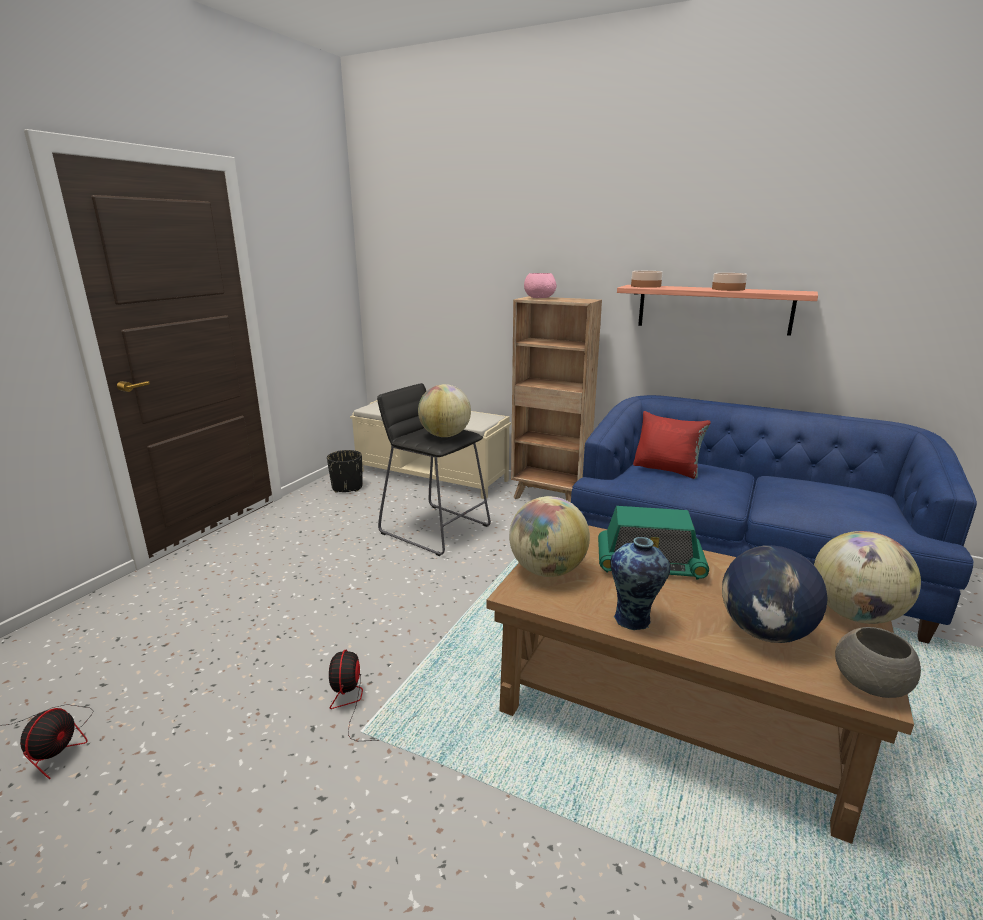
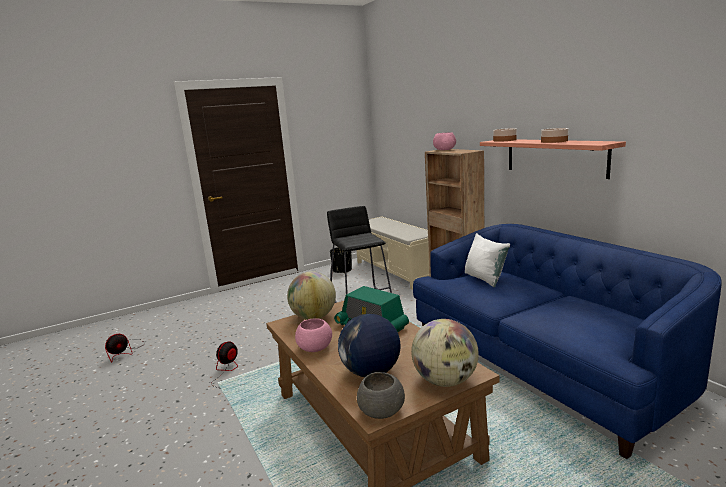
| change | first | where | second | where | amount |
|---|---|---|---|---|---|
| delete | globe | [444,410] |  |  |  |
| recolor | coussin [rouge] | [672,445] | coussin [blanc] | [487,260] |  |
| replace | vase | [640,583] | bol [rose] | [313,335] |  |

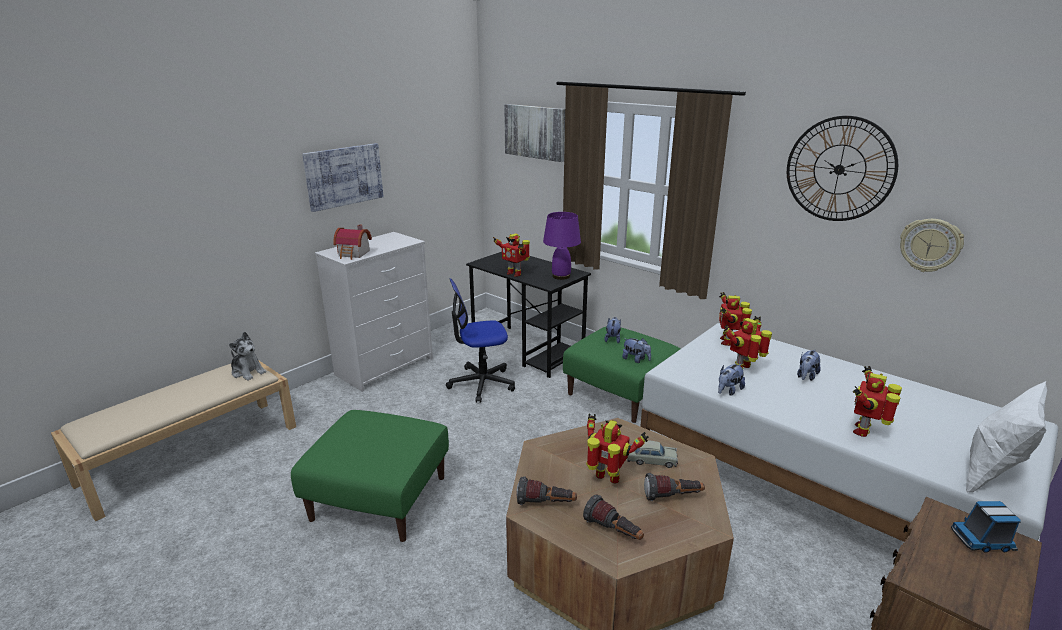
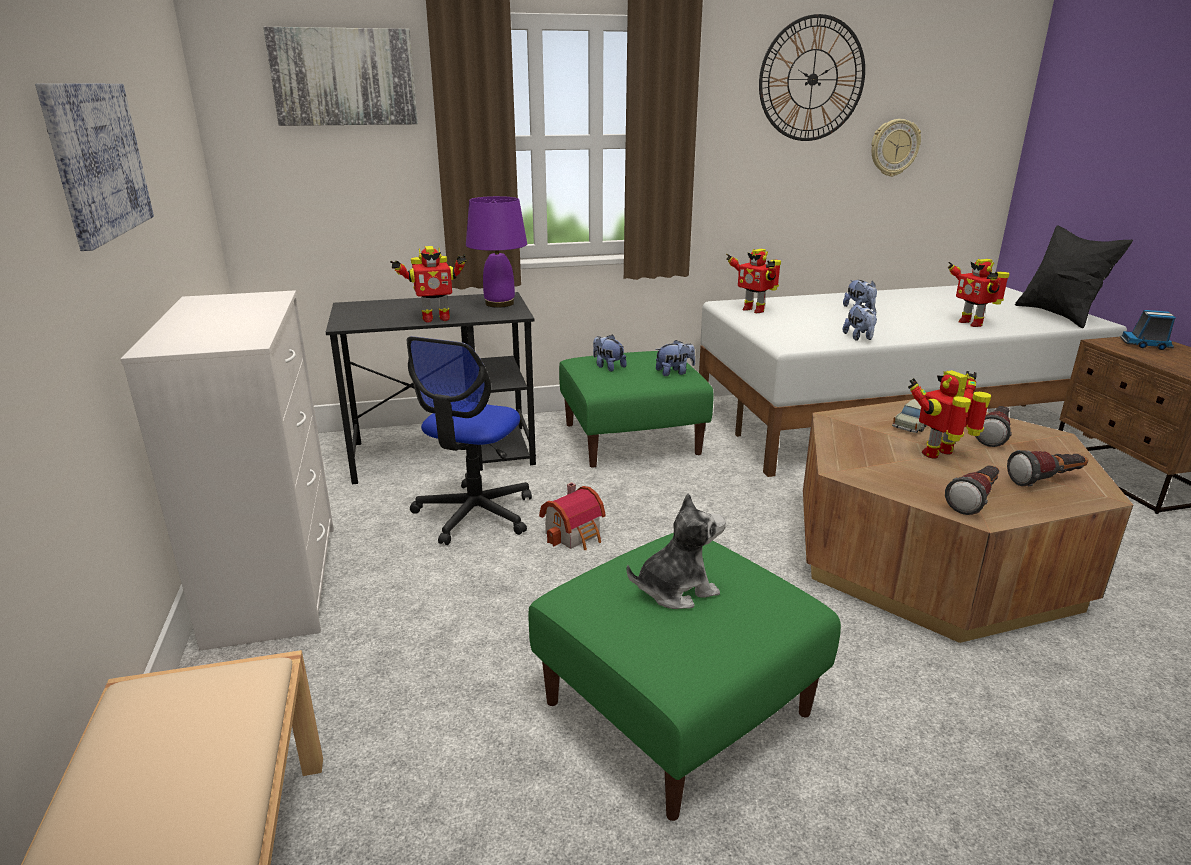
| change | first | where | second | where | amount |
|---|---|---|---|---|---|
| move | maison miniature | [352,242] |  | [572,516] |  |
| delete | robot jouet | [748,342] |  |  |  |
| move | peluche | [247,356] |  | [676,551] |  |
| recolor | coussin [blanc] | [1006,437] | coussin [noir] | [1074,276] |  |
| rotate | camion jouet | [986,527] |  | [1148,330] | 75 degrees clockwise |

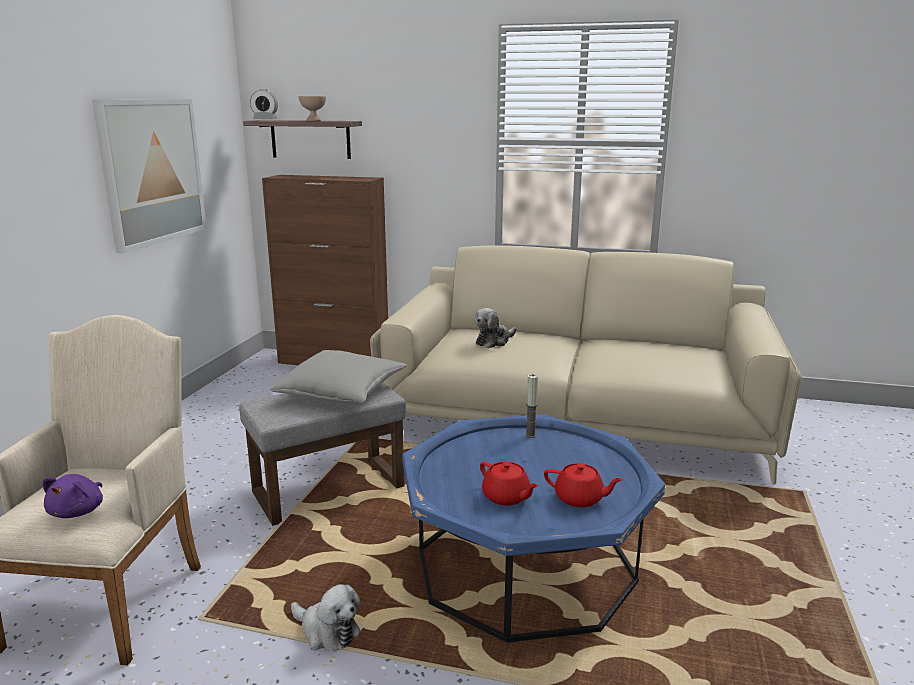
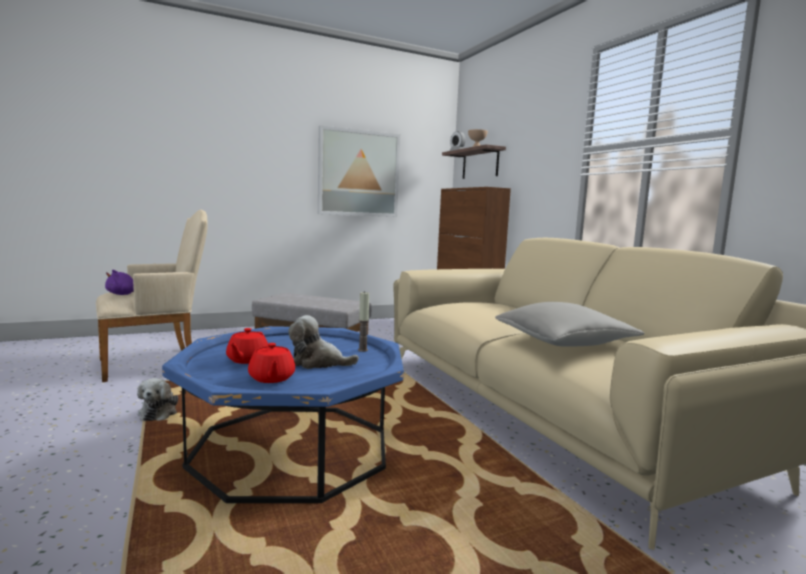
| change | first | where | second | where | amount |
|---|---|---|---|---|---|
| move | peluche | [495,328] |  | [323,342] |  |
| move | coussin [gris] | [338,376] |  | [569,324] |  |

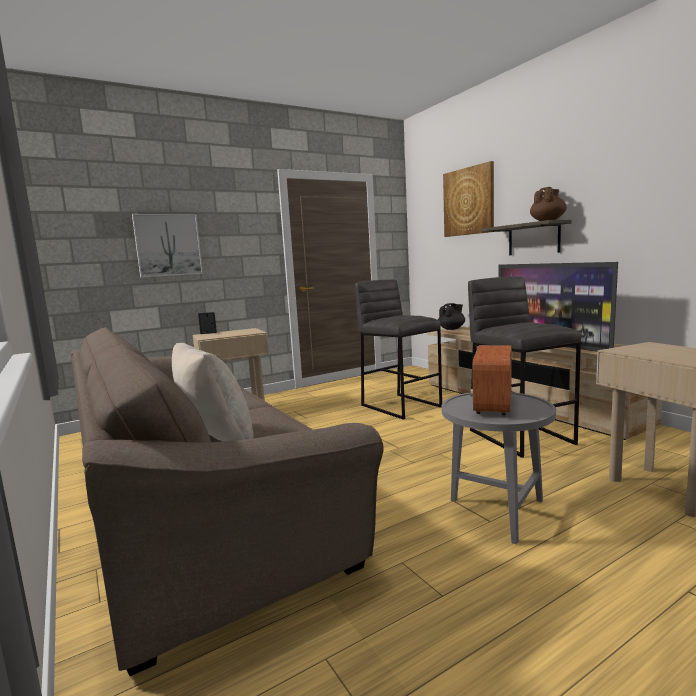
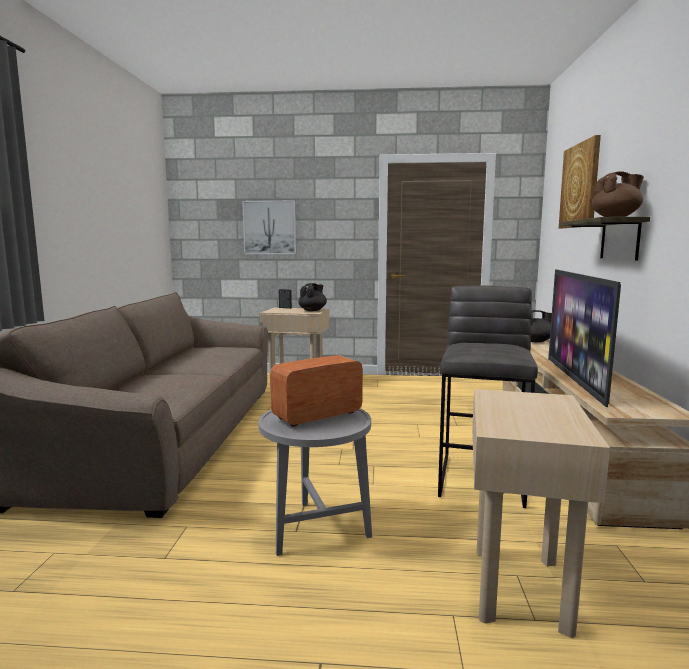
| change | first | where | second | where | amount |
|---|---|---|---|---|---|
| delete | tabouret [gris] | [398,349] |  |  |  |
| delete | coussin [beige] | [213,392] |  |  |  |
| insert |  |  | théière [noir] | [312,297] |  |

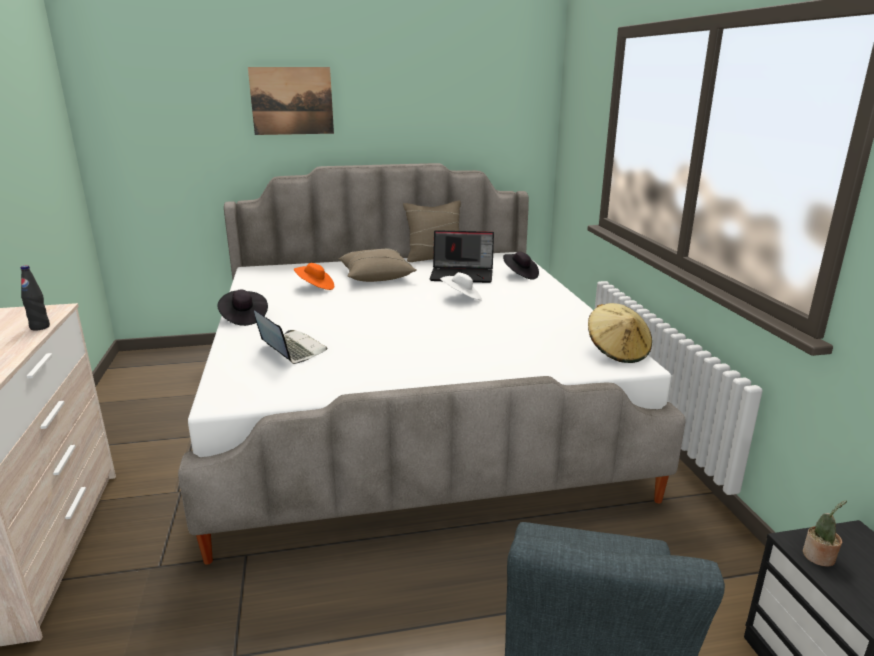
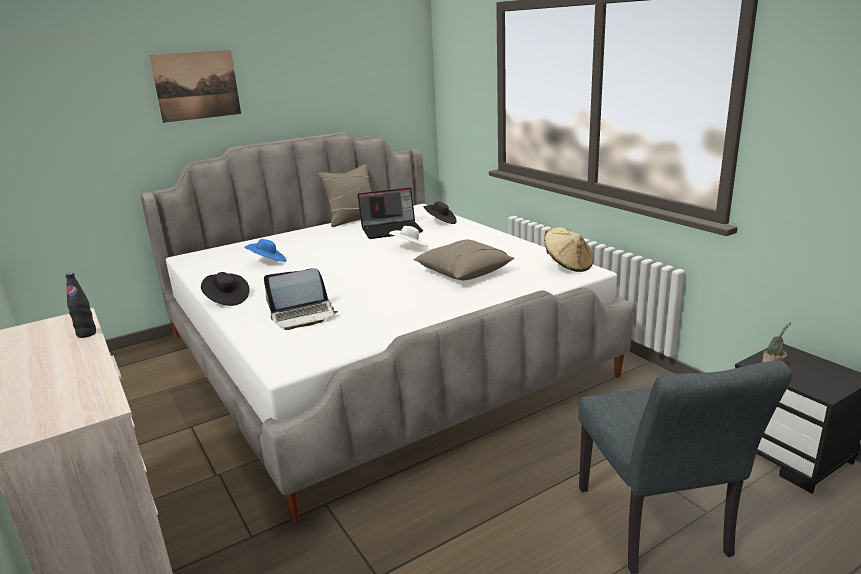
| change | first | where | second | where | amount |
|---|---|---|---|---|---|
| move | coussin [beige] | [378,265] |  | [463,260] |  |
| recolor | chapeau [orange] | [314,276] | chapeau [bleu] | [265,250] |  |
| rotate | ordinateur portable | [291,337] |  | [301,299] | 135 degrees clockwise |

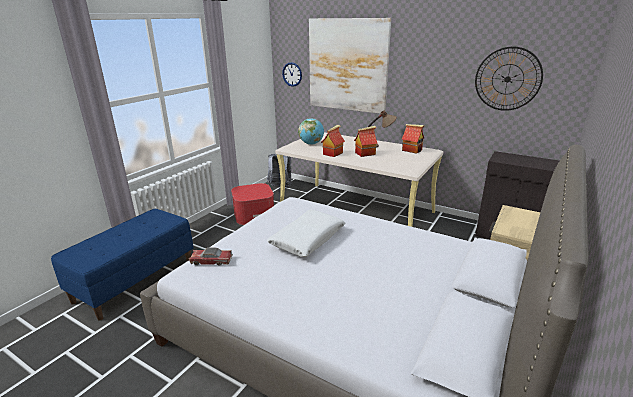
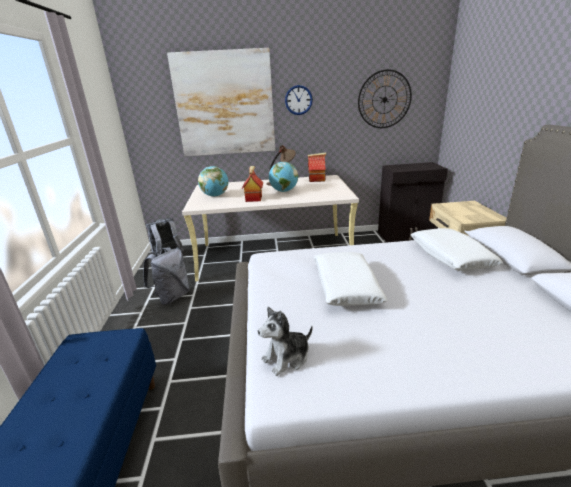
| change | first | where | second | where | amount |
|---|---|---|---|---|---|
| move | horloge murale | [292,74] |  | [299,100] |  |
| replace | maison miniature | [366,141] | globe | [283,177] |  |
| replace | pouf | [252,204] | sac à dos [gris] | [166,276] |  |
| replace | petite voiture | [210,256] | peluche | [285,341] |  |
| insert |  |  | coussin [blanc] | [457,249] |  |

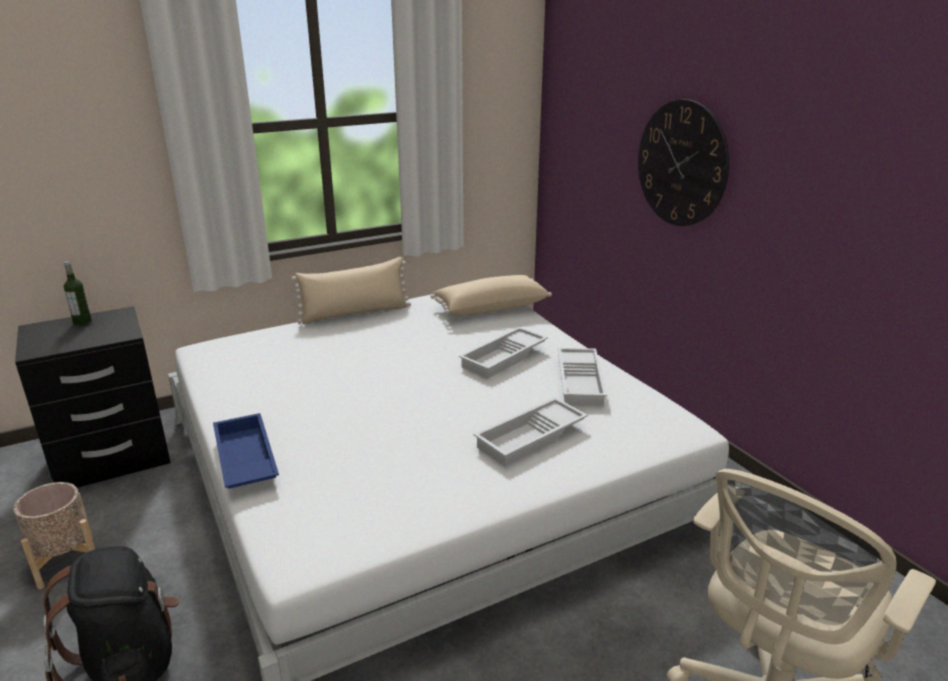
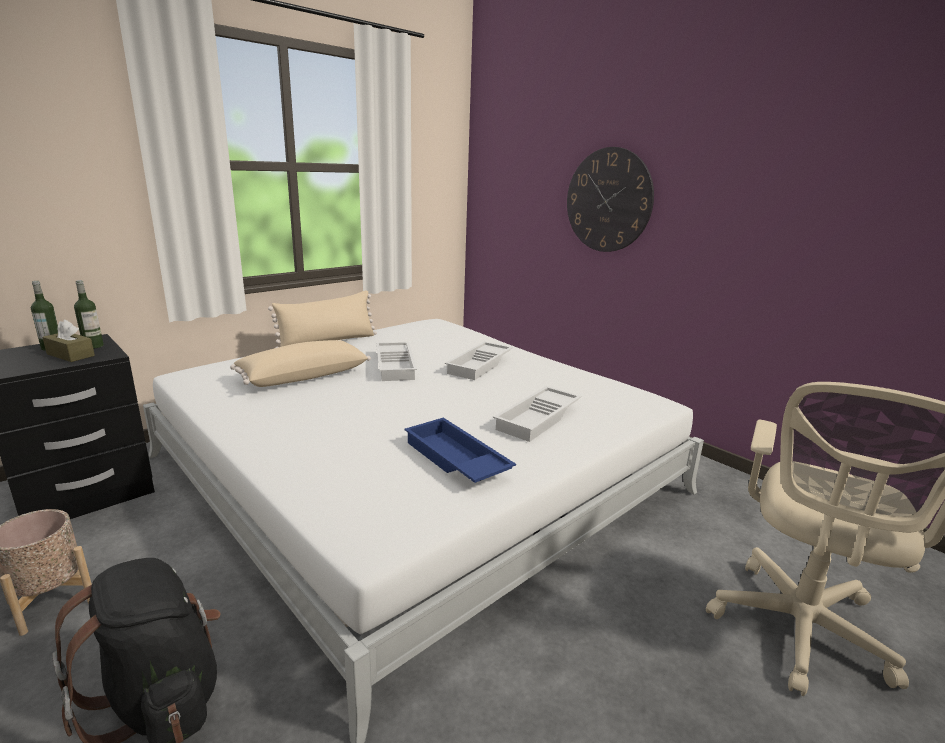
| change | first | where | second | where | amount |
|---|---|---|---|---|---|
| move | coussin [beige] | [491,295] |  | [300,363] |  |
| move | plateau [blanc] | [582,377] |  | [396,361] |  |
| move | plateau [bleu] | [246,451] |  | [460,450] |  |
| insert |  |  | bouteille | [89,314] |  |
| insert |  |  | boîte à mouchoirs [marron] | [68,341] |  |

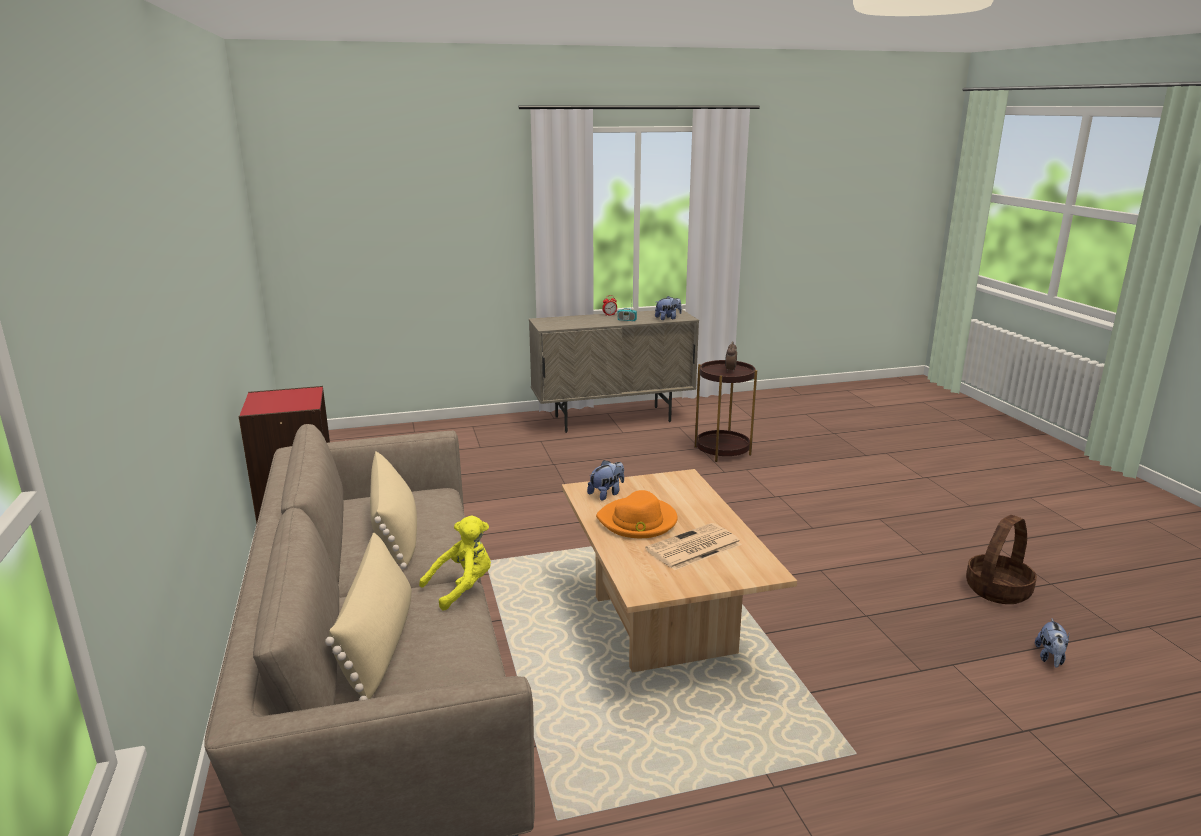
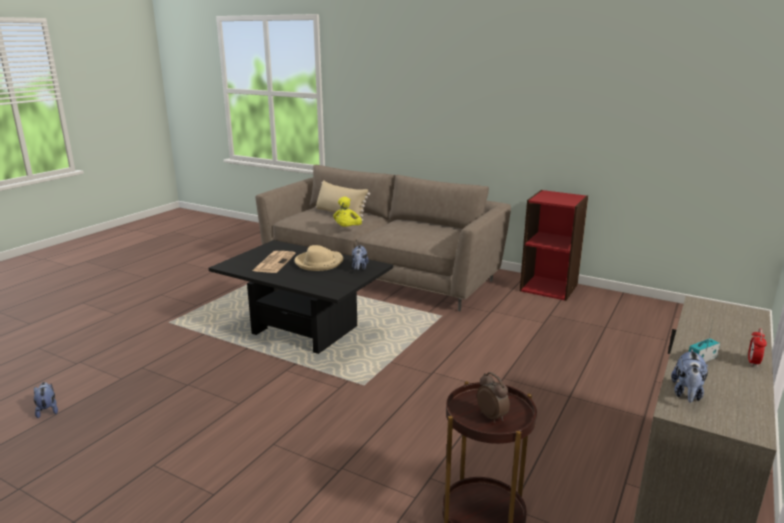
| change | first | where | second | where | amount |
|---|---|---|---|---|---|
| delete | coussin [beige] | [393,510] |  |  |  |
| recolor | table basse [beige] | [679,571] | table basse [noir] | [301,297] |  |
| recolor | chapeau [orange] | [637,514] | chapeau [beige] | [318,258] |  |
| delete | panier | [1001,559] |  |  |  |

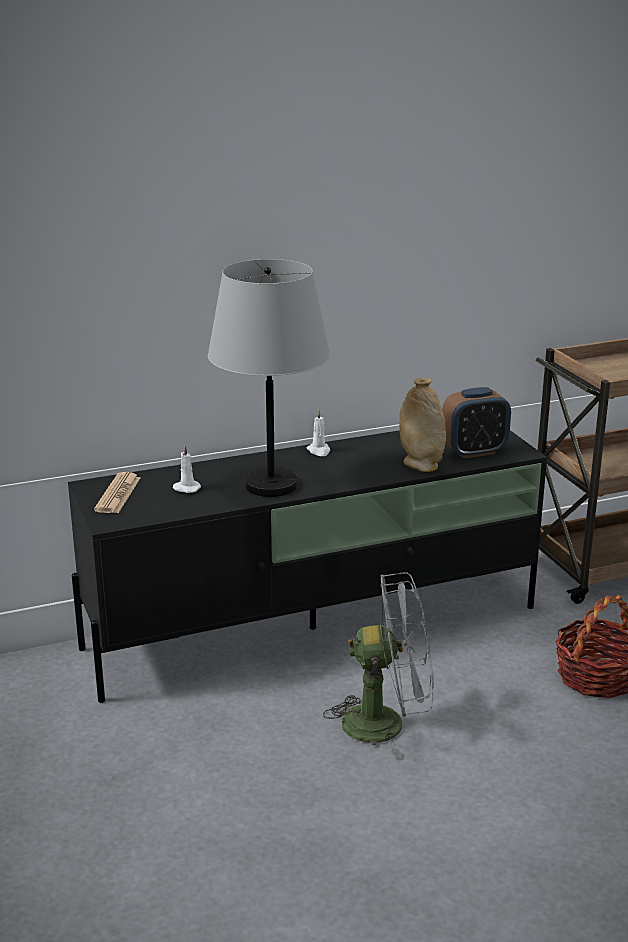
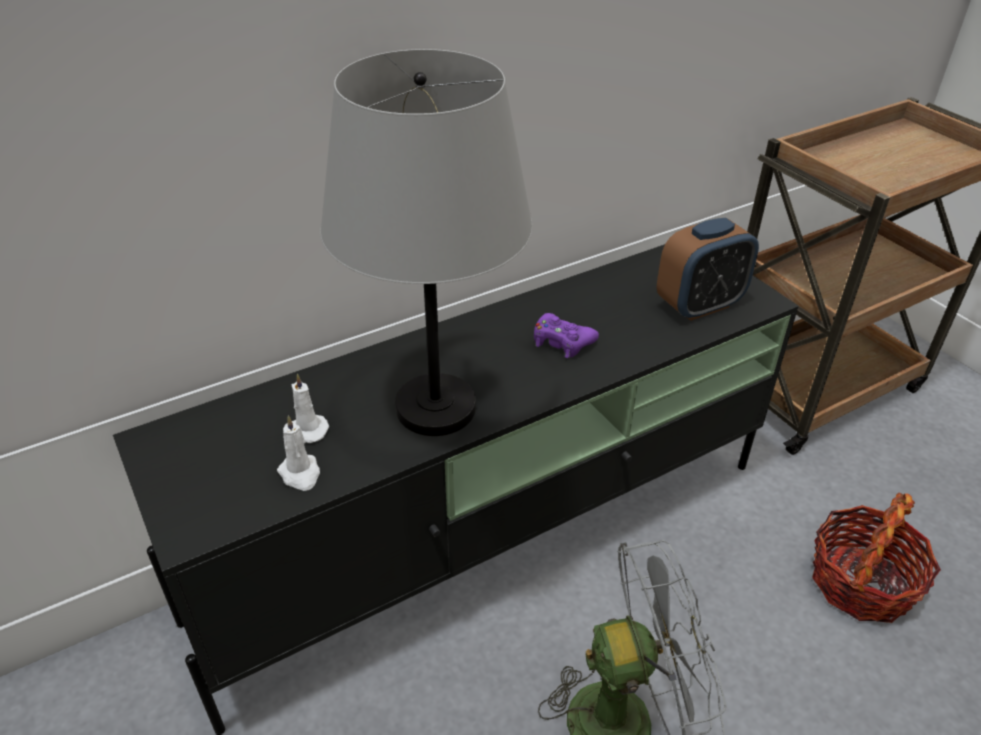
| change | first | where | second | where | amount |
|---|---|---|---|---|---|
| delete | vase [beige] | [422,424] |  |  |  |
| move | bougie [blanc] | [318,433] |  | [298,453] |  |
| delete | journal | [117,492] |  |  |  |
| insert |  |  | manette [violet] | [566,335] |  |

